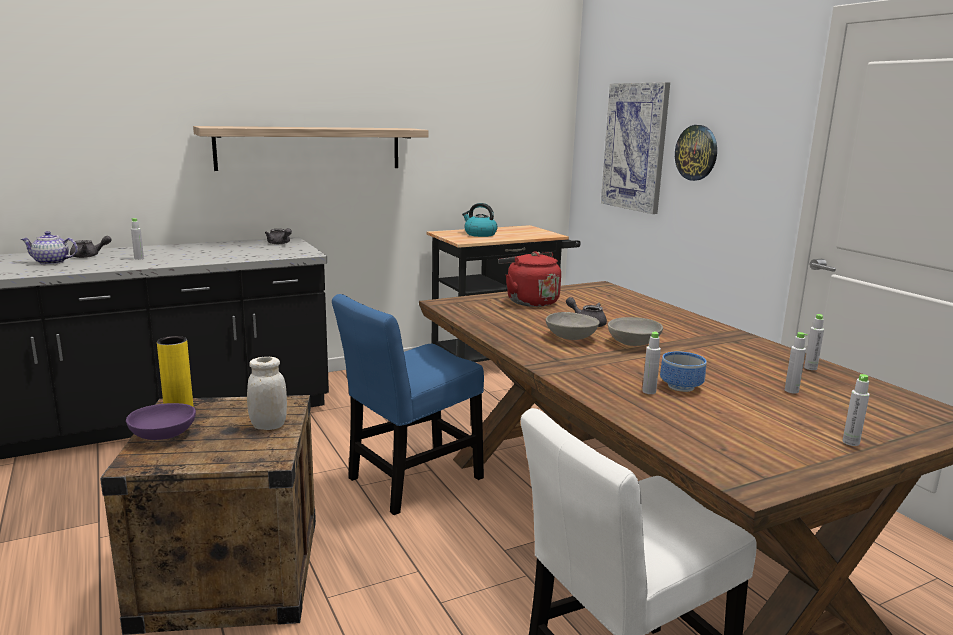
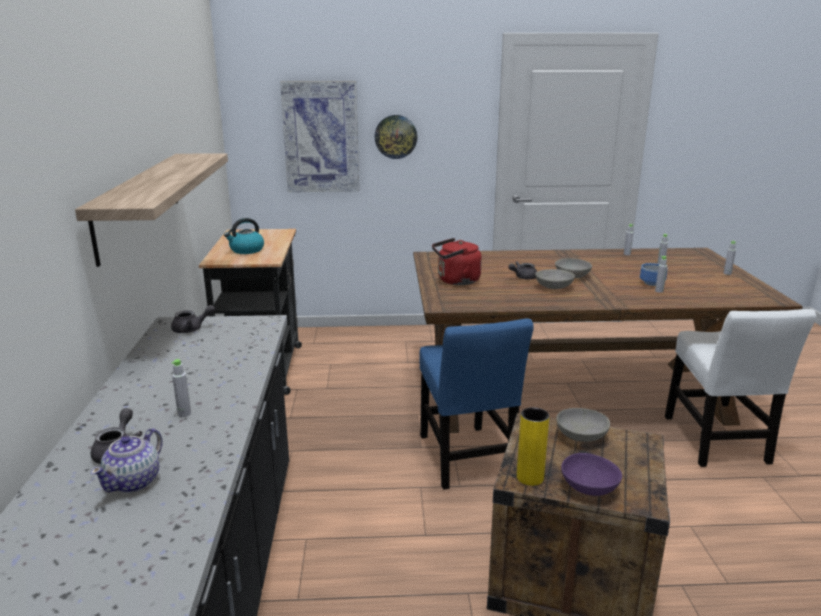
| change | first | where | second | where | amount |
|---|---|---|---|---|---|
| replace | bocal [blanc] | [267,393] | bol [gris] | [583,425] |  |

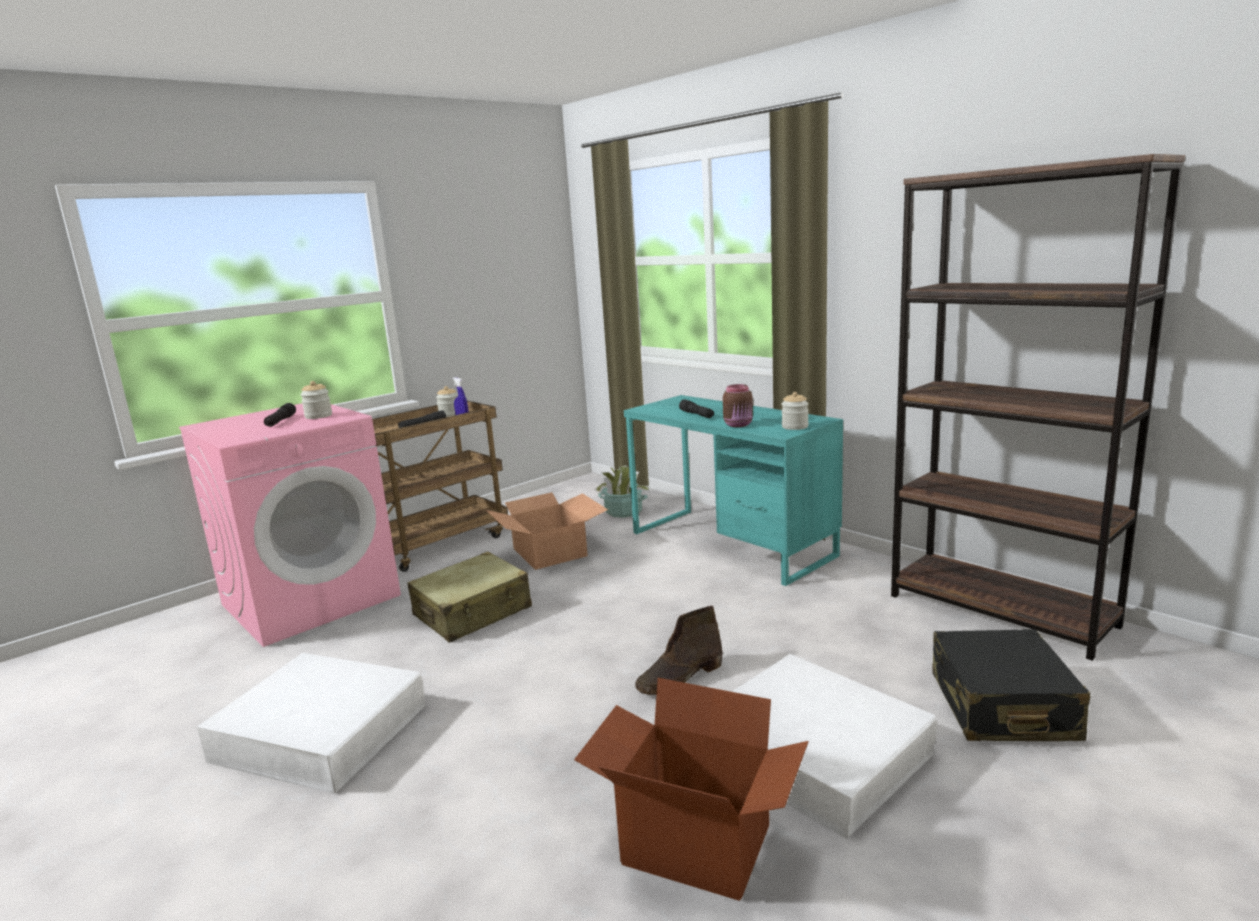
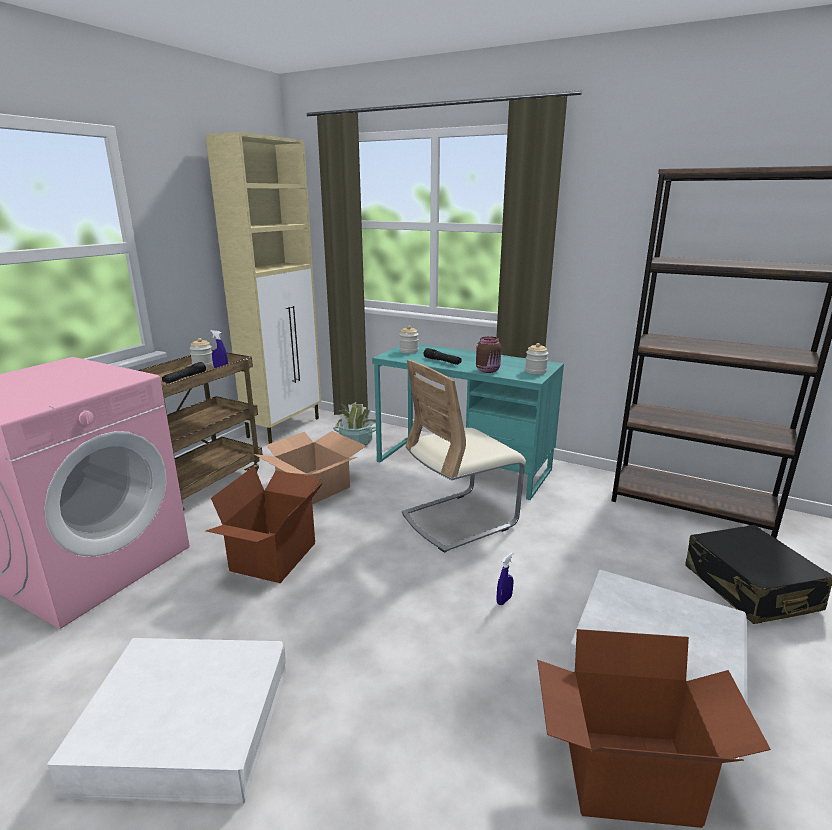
| change | first | where | second | where | amount |
|---|---|---|---|---|---|
| move | bocal | [316,400] |  | [409,339] |  |
| delete | lampe de poche [noir] | [280,415] |  |  |  |
| replace | valise [beige] | [469,597] | carton | [265,524] |  |
| replace | botte [marron] | [679,650] | vaporisateur [bleu] | [505,578] |  |
| insert |  |  | meuble de rangement [beige] | [263,288] |  |
| insert |  |  | chaise [beige] | [464,456] |  |

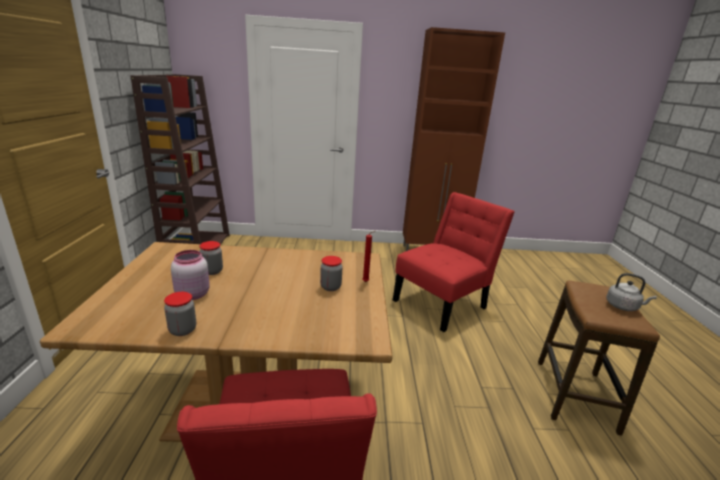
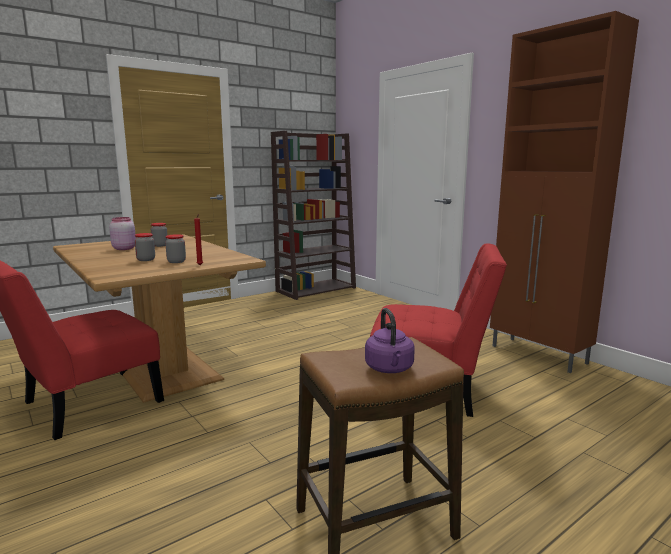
| change | first | where | second | where | amount |
|---|---|---|---|---|---|
| recolor | bouilloire [gris] | [631,292] | bouilloire [violet] | [390,340] |  |
| move | bocal | [180,314] |  | [145,247] |  |

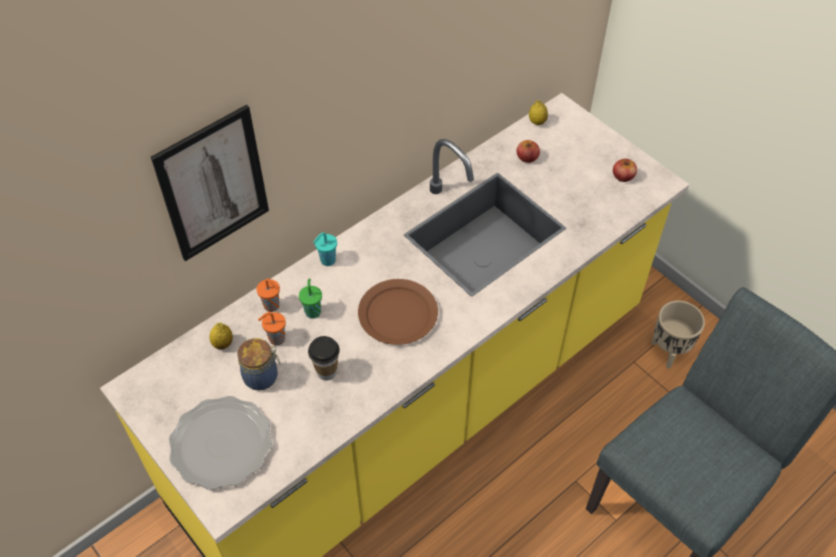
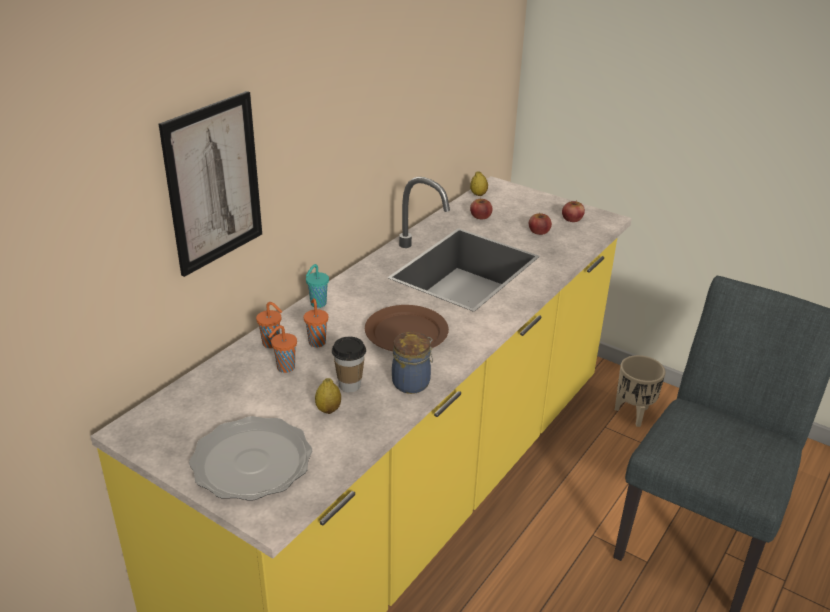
| change | first | where | second | where | amount |
|---|---|---|---|---|---|
| recolor | tasse [vert] | [310,299] | tasse [orange] | [316,322] |  |
| move | citron | [221,335] |  | [328,396] |  |
| move | bocal | [258,364] |  | [412,363] |  |
| insert |  |  | pomme | [540,223] |  |

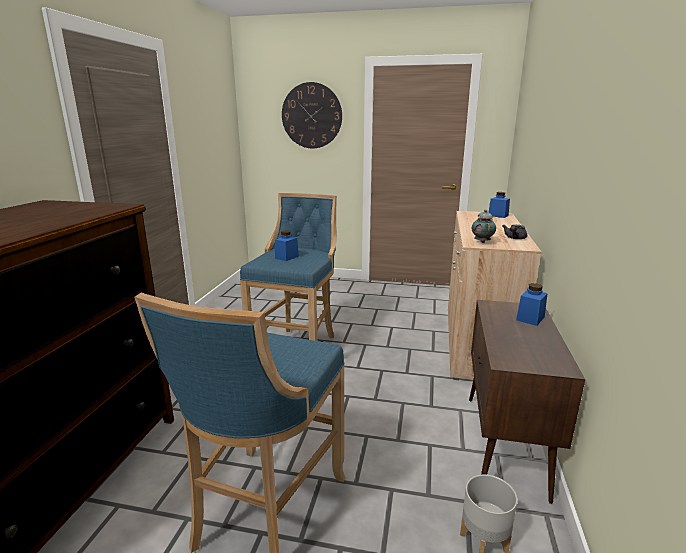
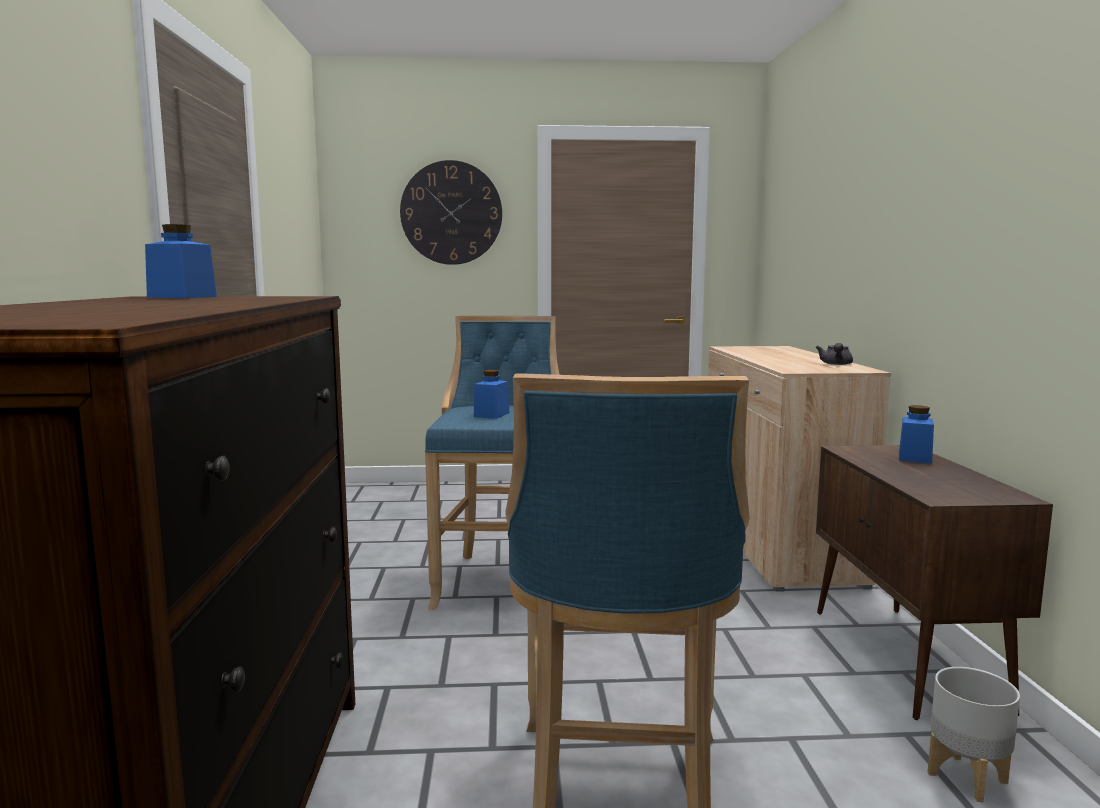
| change | first | where | second | where | amount |
|---|---|---|---|---|---|
| move | bocal [bleu] | [499,205] |  | [181,261] |  |
| delete | théière | [484,226] |  |  |  |

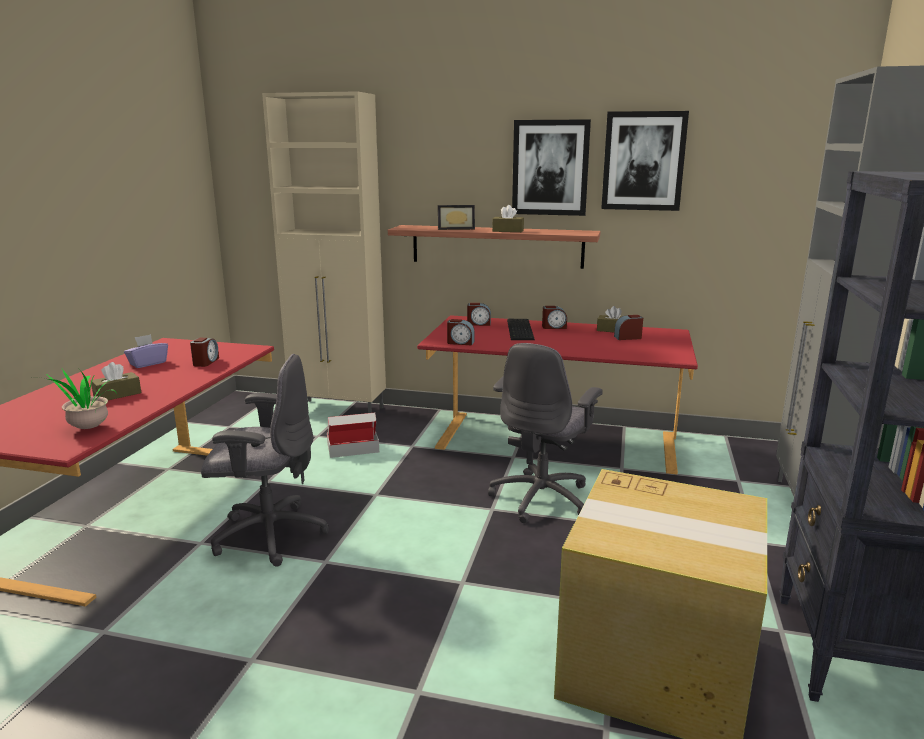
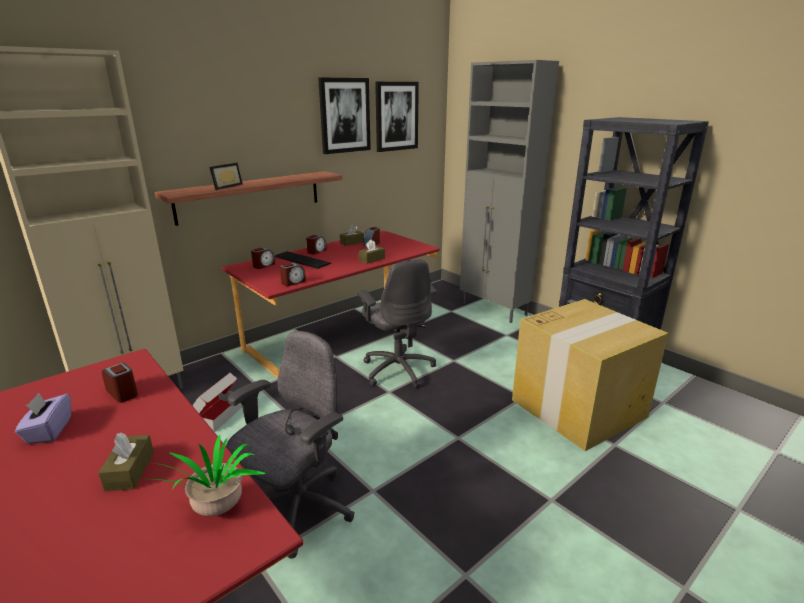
| change | first | where | second | where | amount |
|---|---|---|---|---|---|
| move | tableau | [551,167] |  | [397,117] |  |
| move | boîte à mouchoirs [marron] | [508,218] |  | [372,251] |  |

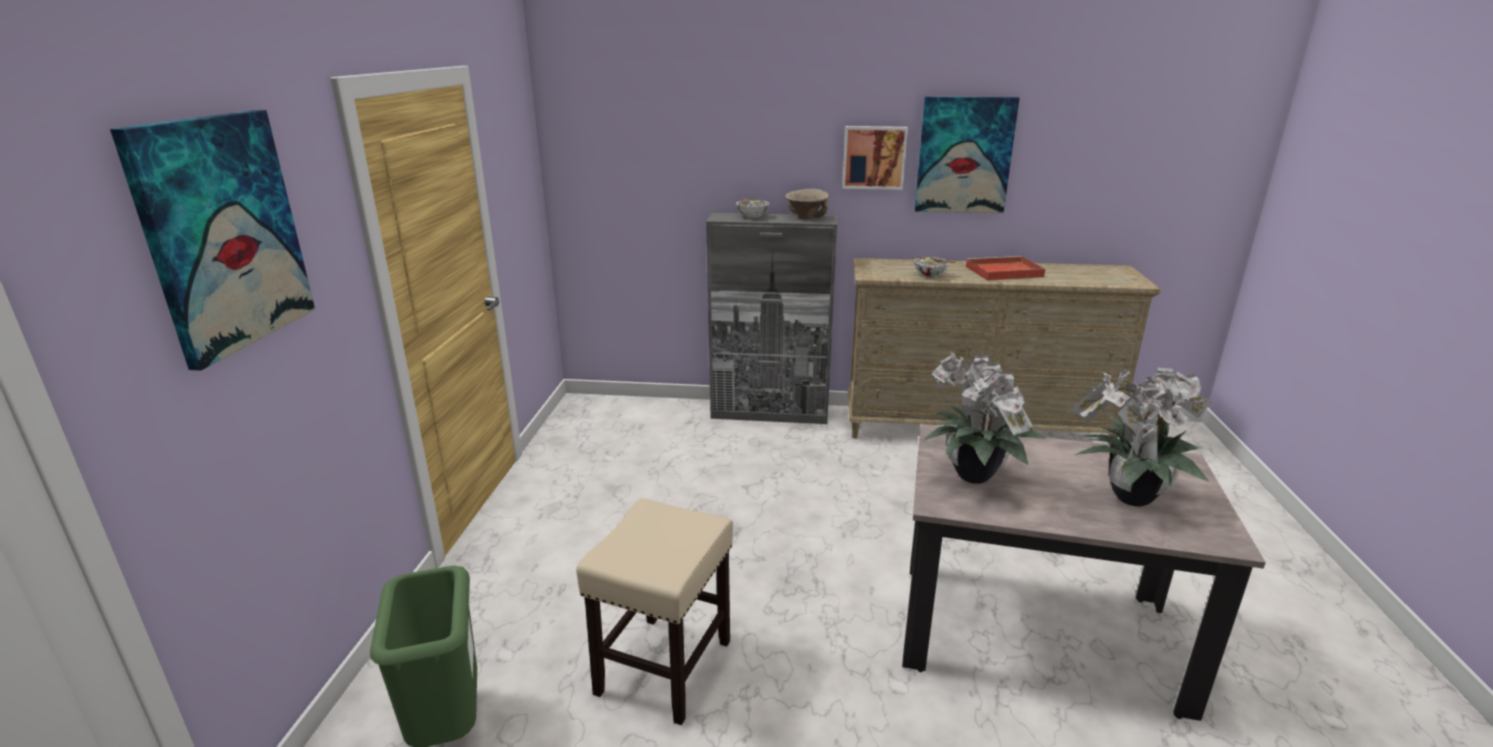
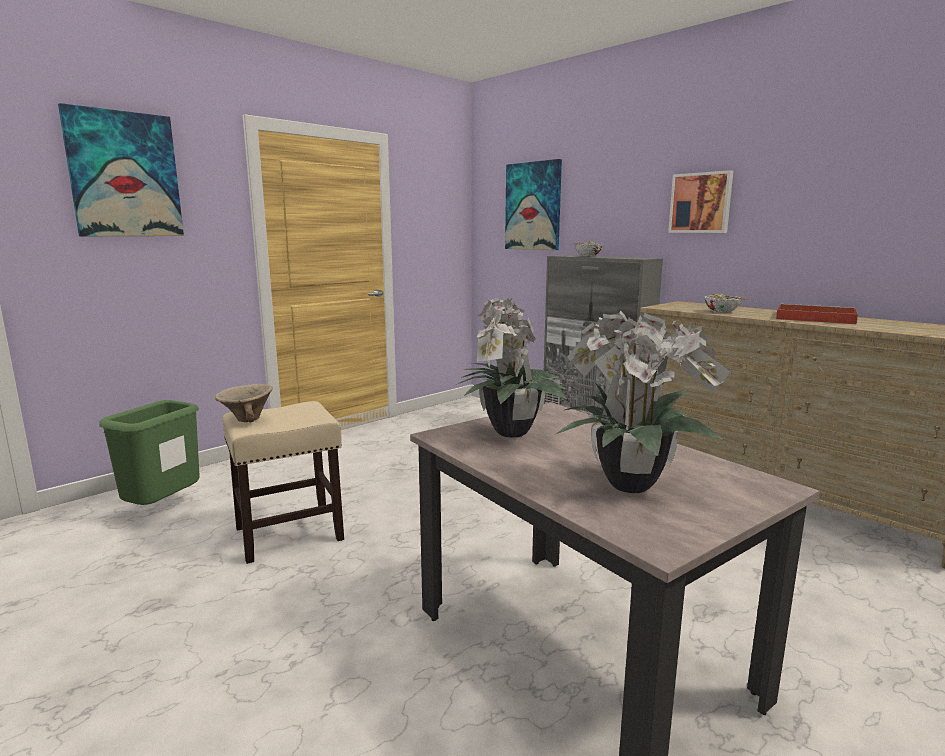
| change | first | where | second | where | amount |
|---|---|---|---|---|---|
| move | tableau | [966,154] |  | [533,204] |  |
| move | bol [beige] | [807,204] |  | [244,403] |  |

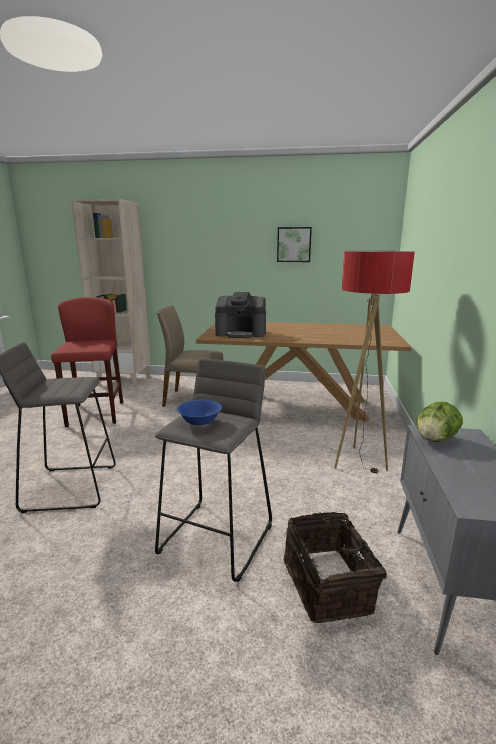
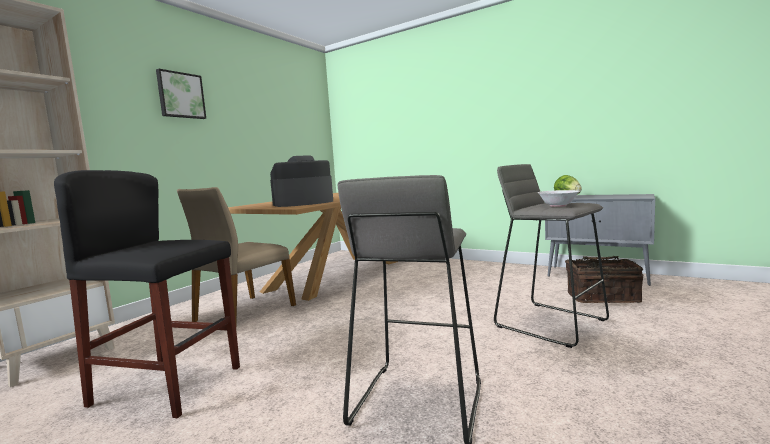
| change | first | where | second | where | amount |
|---|---|---|---|---|---|
| move | tableau | [294,244] |  | [181,94] |  |
| delete | lampadaire | [374,362] |  |  |  |
| rotate | machine à café | [240,315] |  | [301,181] | 150 degrees counterclockwise |
| recolor | tabouret [rouge] | [87,362] | tabouret [noir] | [147,294] |  |
| recolor | bol [bleu] | [199,413] | bol [blanc] | [558,198] |  |

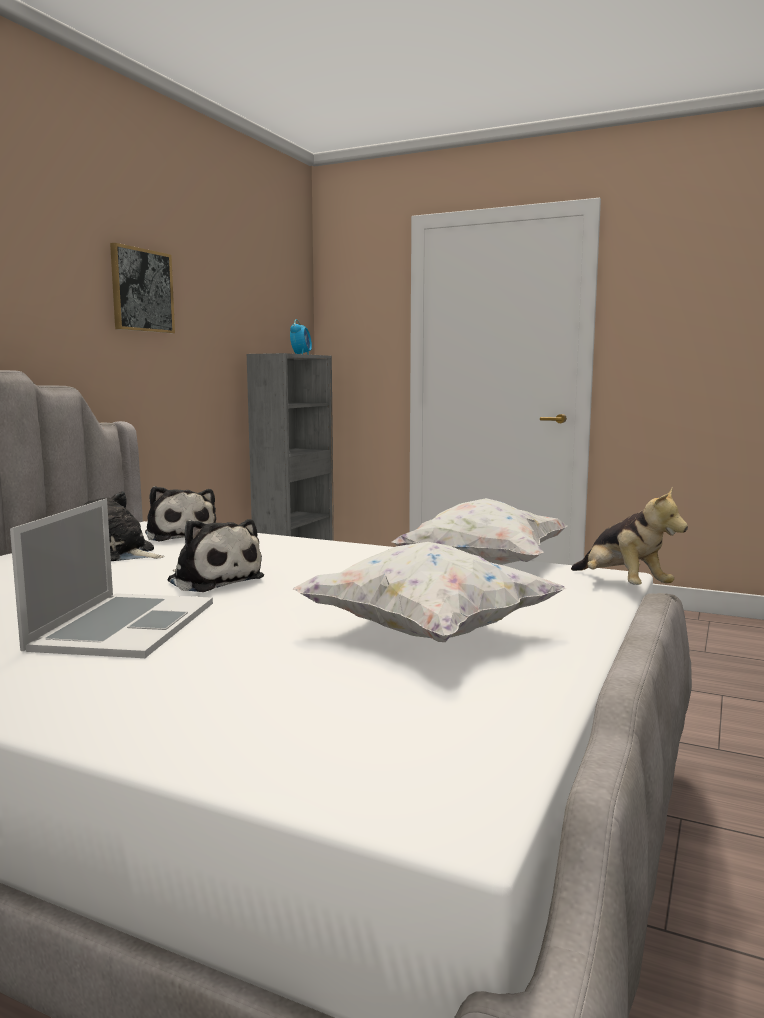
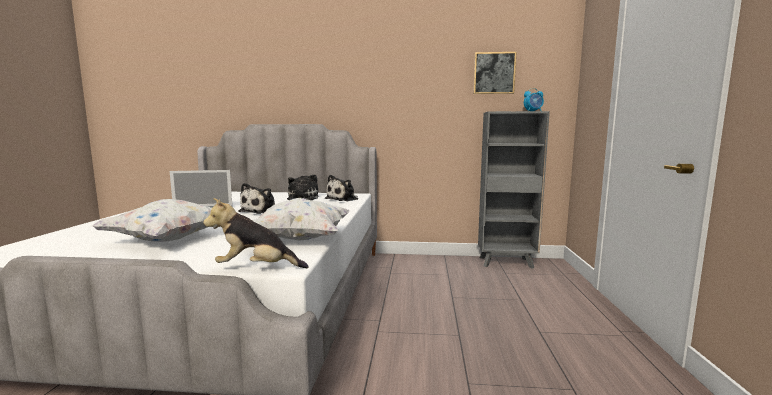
| change | first | where | second | where | amount |
|---|---|---|---|---|---|
| move | tableau | [142,288] |  | [494,73] |  |
| rotate | peluche | [629,536] |  | [255,233] | 45 degrees clockwise |

